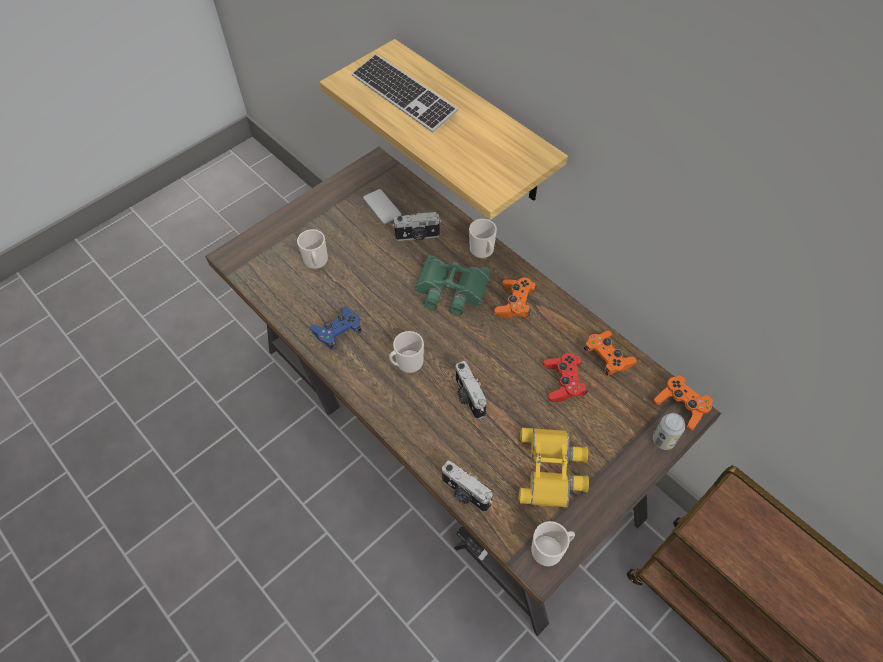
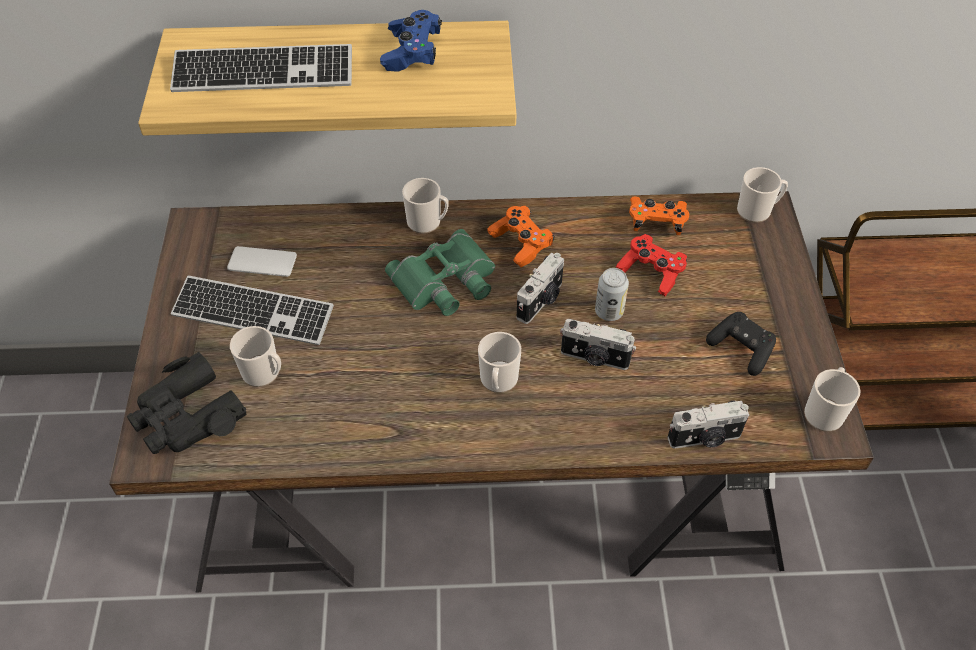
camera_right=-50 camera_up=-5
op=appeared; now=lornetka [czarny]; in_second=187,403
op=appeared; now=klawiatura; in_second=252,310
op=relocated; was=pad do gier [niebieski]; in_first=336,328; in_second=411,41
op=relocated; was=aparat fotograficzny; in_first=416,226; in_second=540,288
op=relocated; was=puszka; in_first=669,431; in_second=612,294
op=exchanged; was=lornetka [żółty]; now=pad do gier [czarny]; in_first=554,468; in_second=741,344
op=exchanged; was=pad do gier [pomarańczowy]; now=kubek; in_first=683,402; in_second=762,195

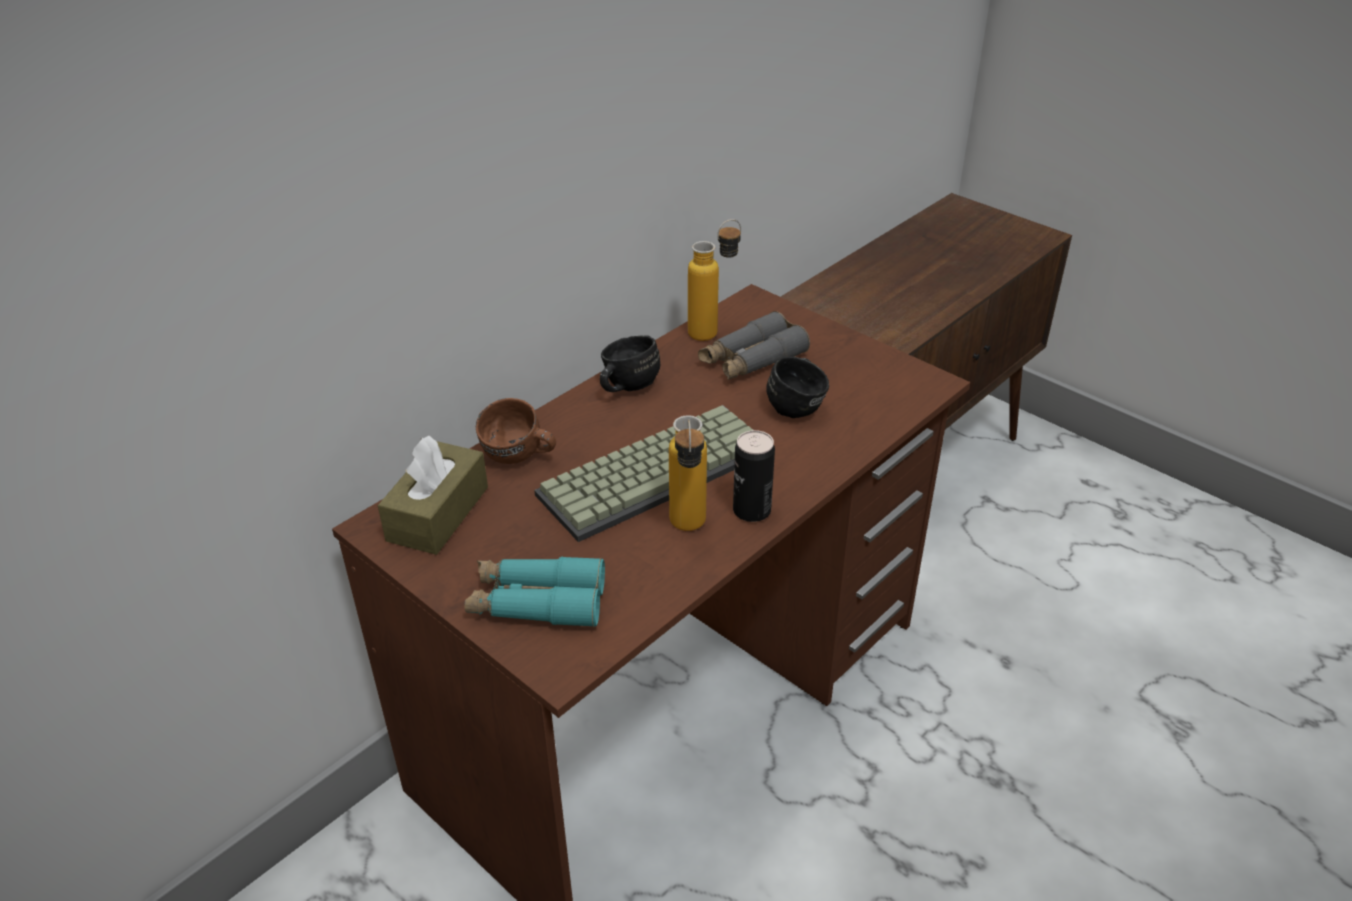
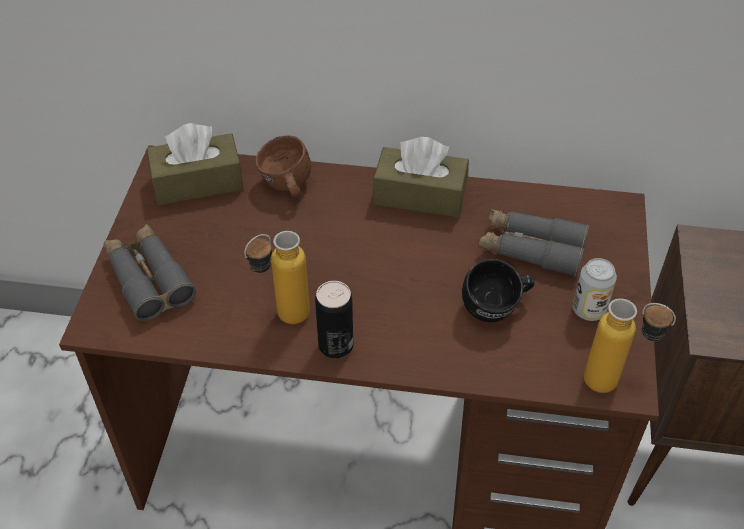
camera_right=55 camera_up=10
op=colour; was=lornetka [turkusowy]; now=lornetka [szary]; in_first=534,592; in_second=150,272
op=exchanged; was=kubek [czarny]; now=pudełko chusteczek [brązowy]; in_first=630,363; in_second=421,177
op=appeared; now=puszka; in_second=595,289
op=relocated; was=butelka; in_first=714,280; in_second=630,345
op=missing; was=klawiatura; in_first=643,473

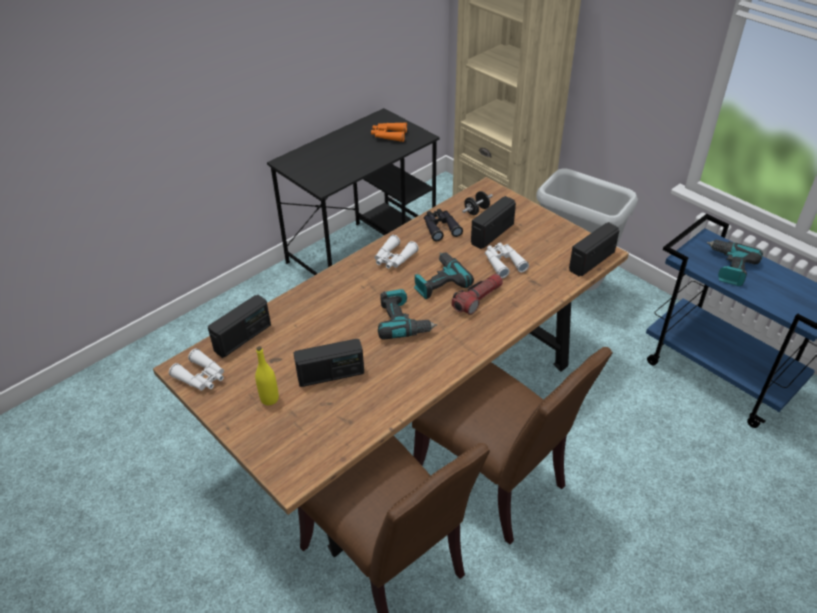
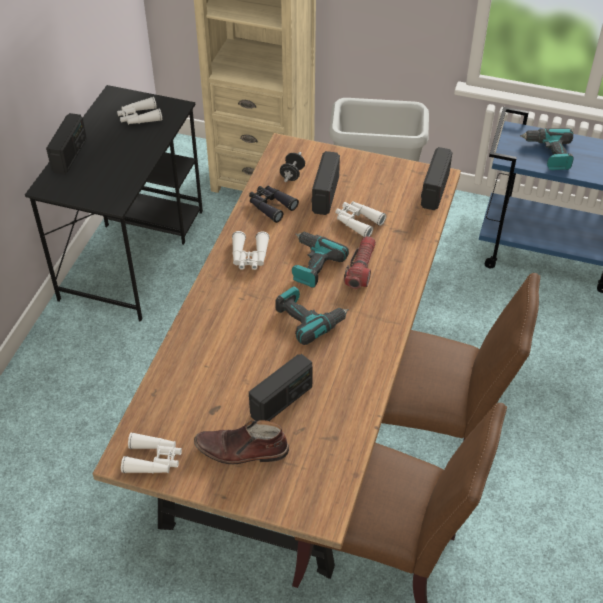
camera_right=-30 camera_up=5
op=relocated; was=radio; in_first=239,326; in_second=66,143
op=colour; was=lornetka [pomarańczowy]; now=lornetka [biały]; in_first=389,132; in_second=139,111
op=exchanged; was=butelka [żółty]; now=but z cholewką [brązowy]; in_first=267,375; in_second=241,442

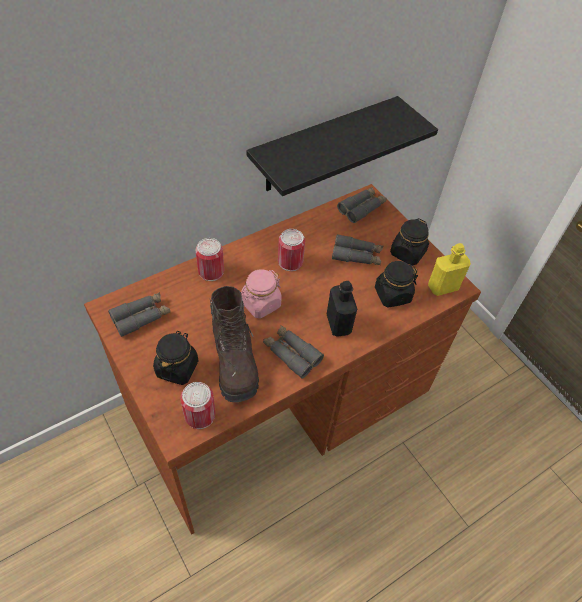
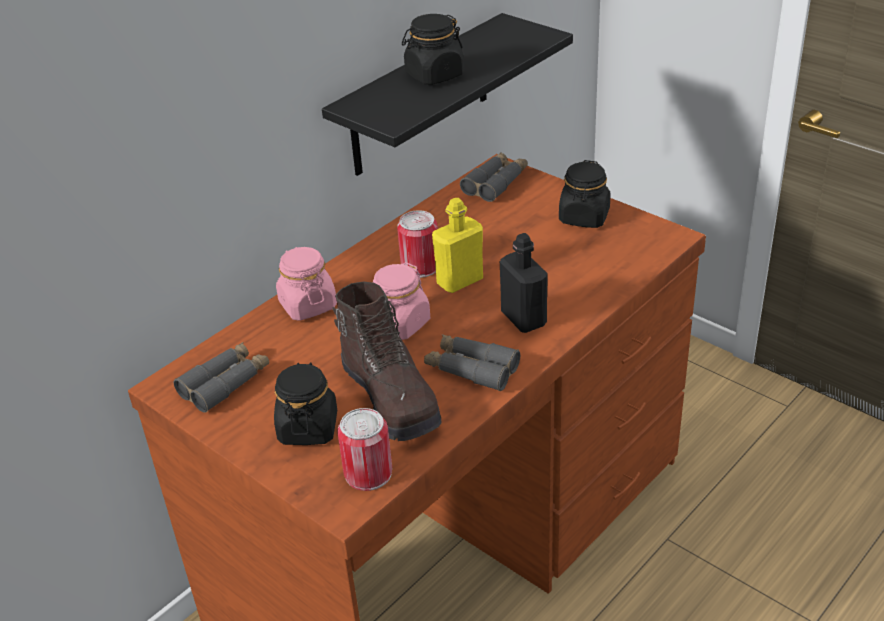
camera_right=-10 camera_up=-15
op=exchanged; was=puszka; now=słoik [różowy]; in_first=210,259; in_second=306,284
op=relocated; was=słoik [czarny]; in_first=396,284; in_second=433,49
op=relocated; was=butelka [żółty]; in_first=449,269; in_second=457,245
op=missing; was=lornetka [szary]; in_first=357,249

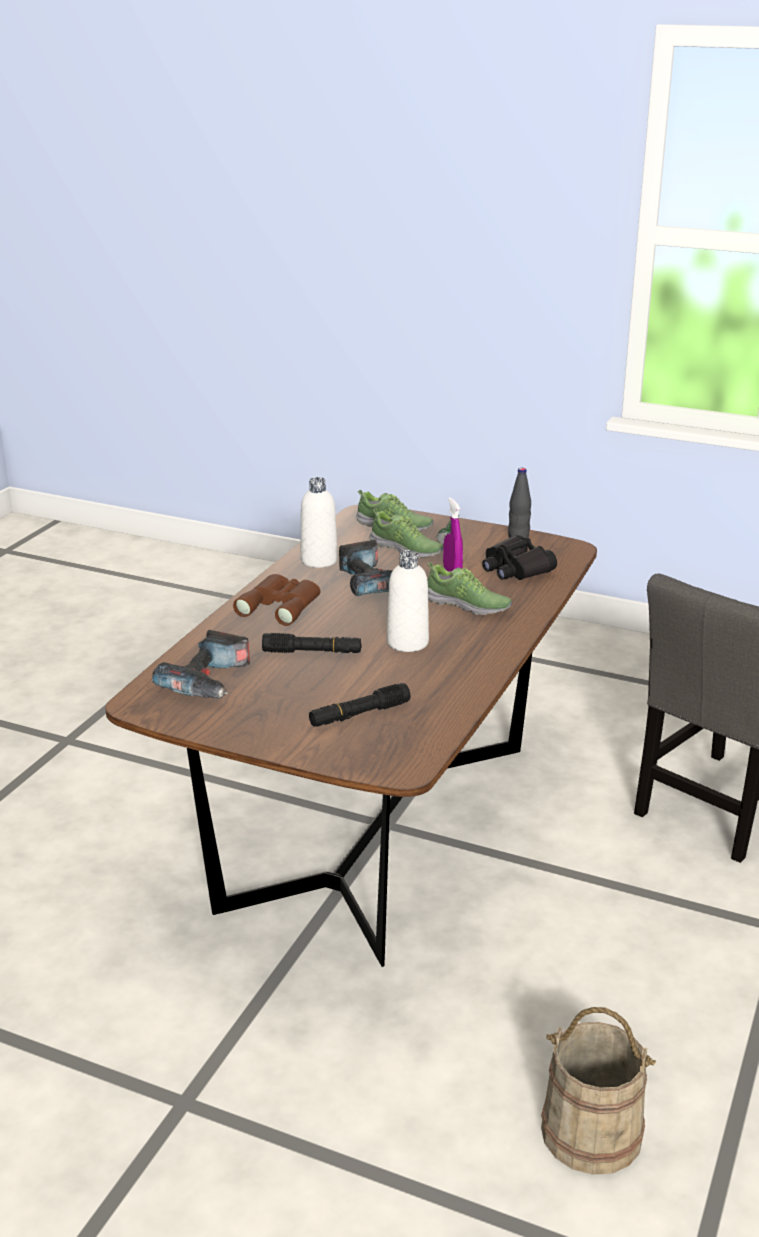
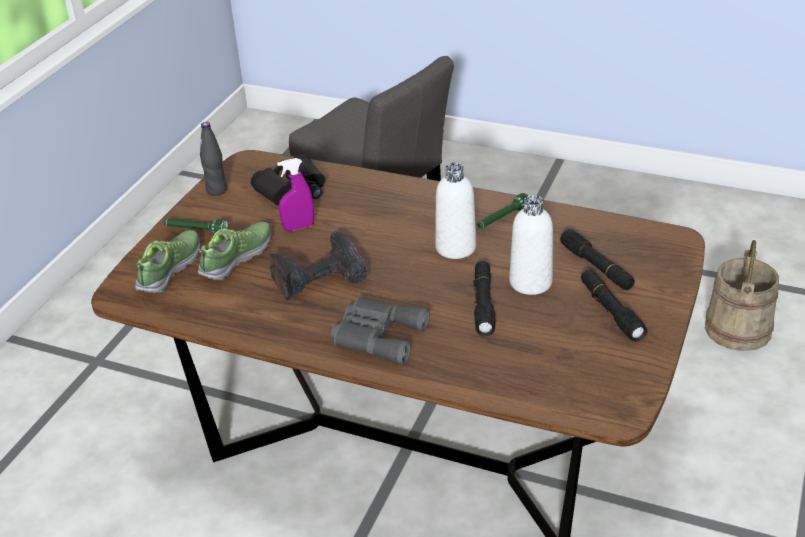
camera_right=-90 camera_up=10
op=colour; was=lornetka [brązowy]; now=lornetka [szary]; in_first=276,600; in_second=380,331
op=appeared; now=latarka [zielony]; in_second=502,210
op=relocated; was=butelka [biały]; in_first=319,522; in_second=531,245
op=appeared; now=latarka [czarny]; in_second=614,305
op=missing; was=wiertarka; in_first=201,664
op=missing; was=but; in_first=469,588

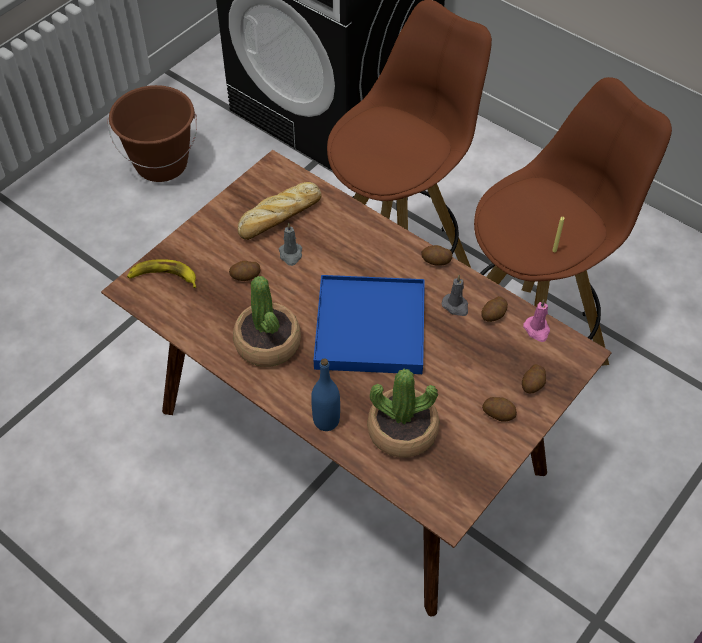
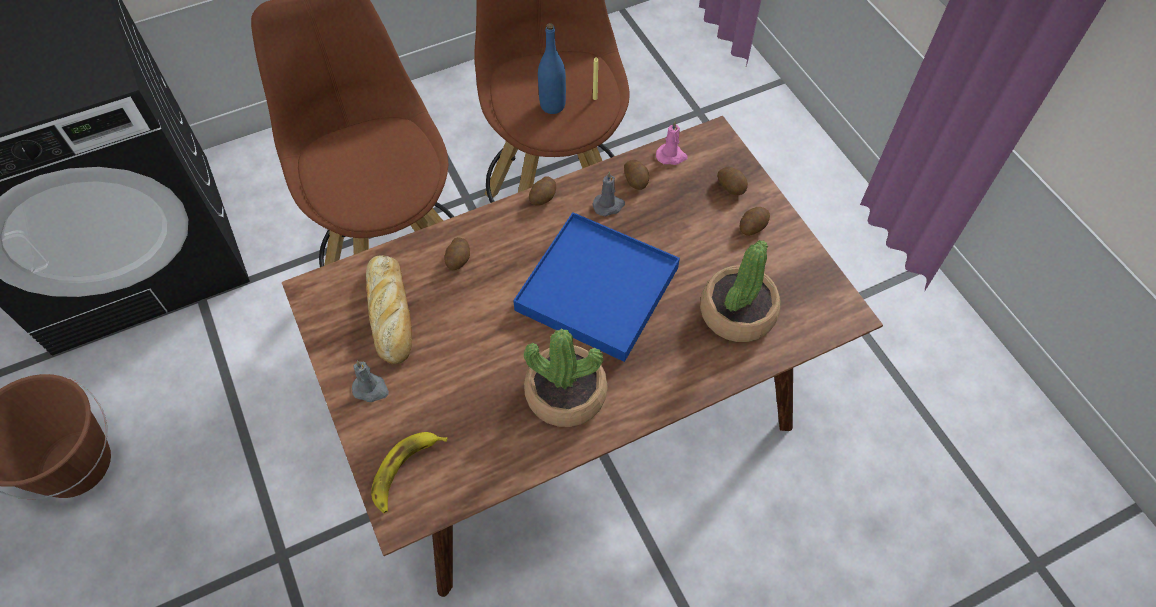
camera_right=-65 camera_up=5
op=relocated; was=świeca [szary]; in_first=290,244; in_second=370,381
op=relocated; was=ziemniak; in_first=245,271; in_second=457,253
op=relocated; was=butelka [niebieski]; in_first=325,394; in_second=552,68

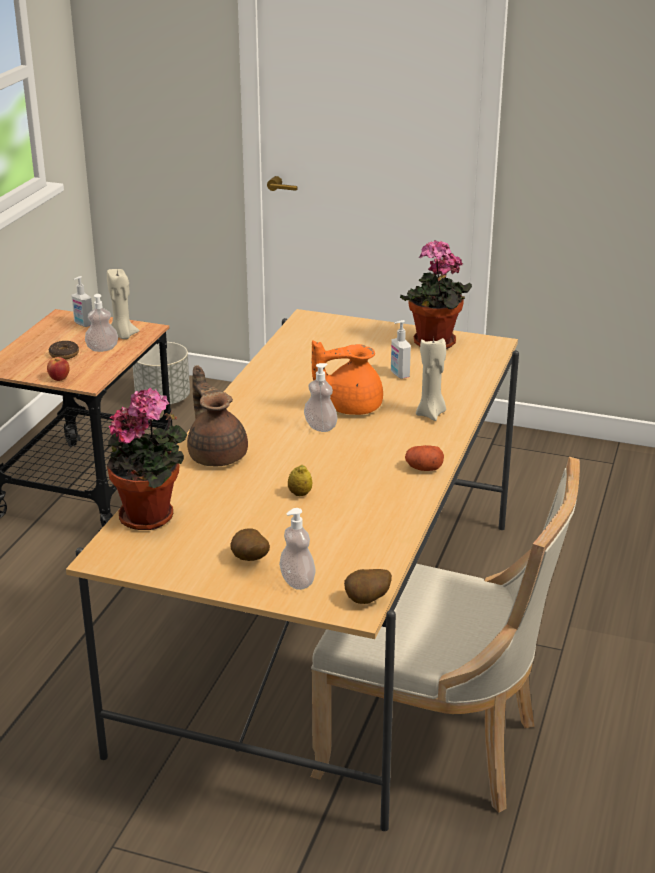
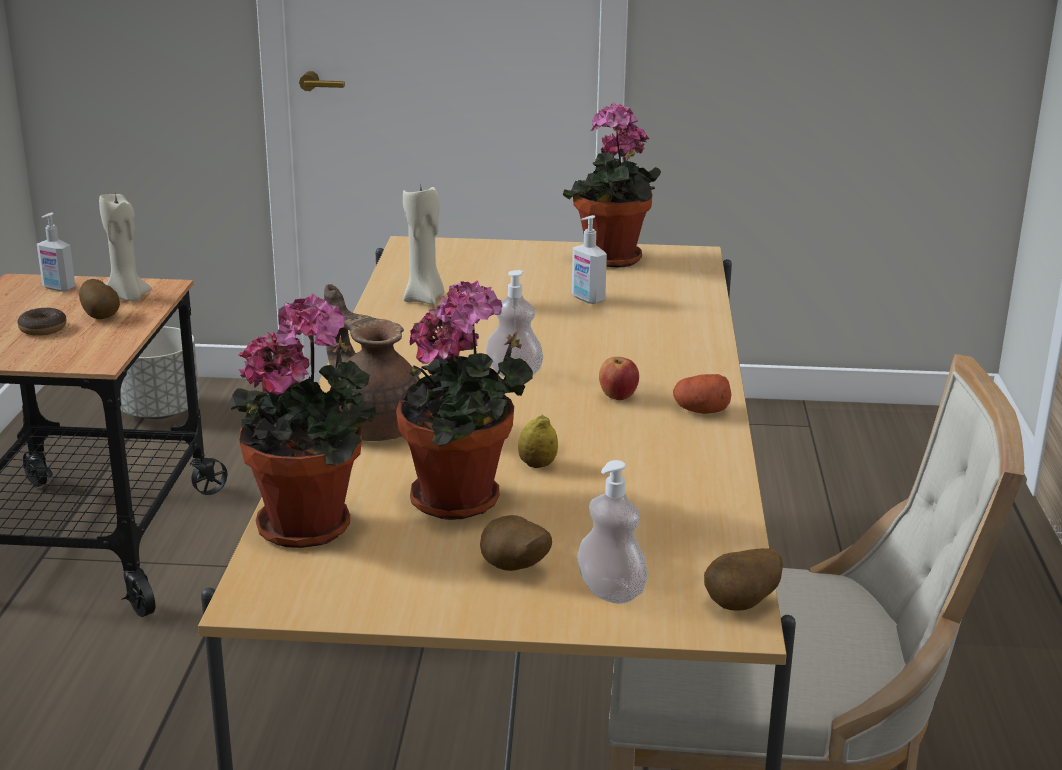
camera_right=-15 camera_up=-5
op=exchanged; was=dozownik mydła; now=ziemniak; in_first=101,323; in_second=99,299
op=appeared; now=roślina doniczkowa; in_second=464,400
op=relocated; was=świeca [beżowy]; in_first=431,379; in_second=424,245
op=relocated; was=jabłko; in_first=58,369; in_second=619,378
op=missing; was=imbryk [pomarańczowy]; in_first=347,377

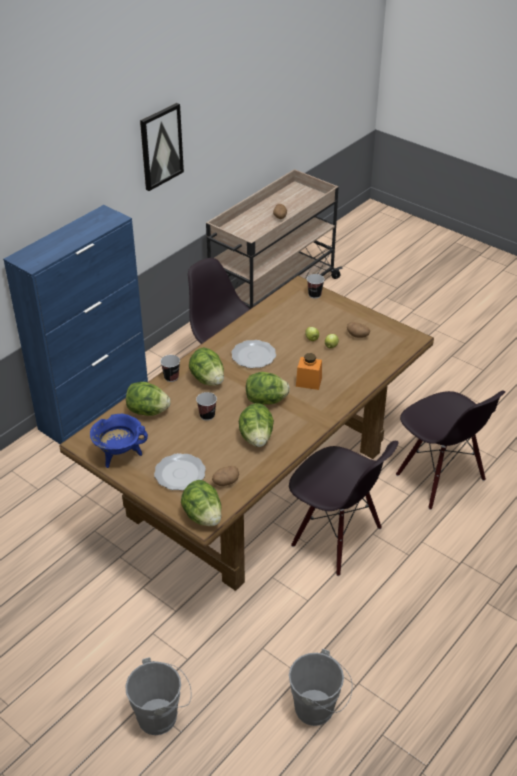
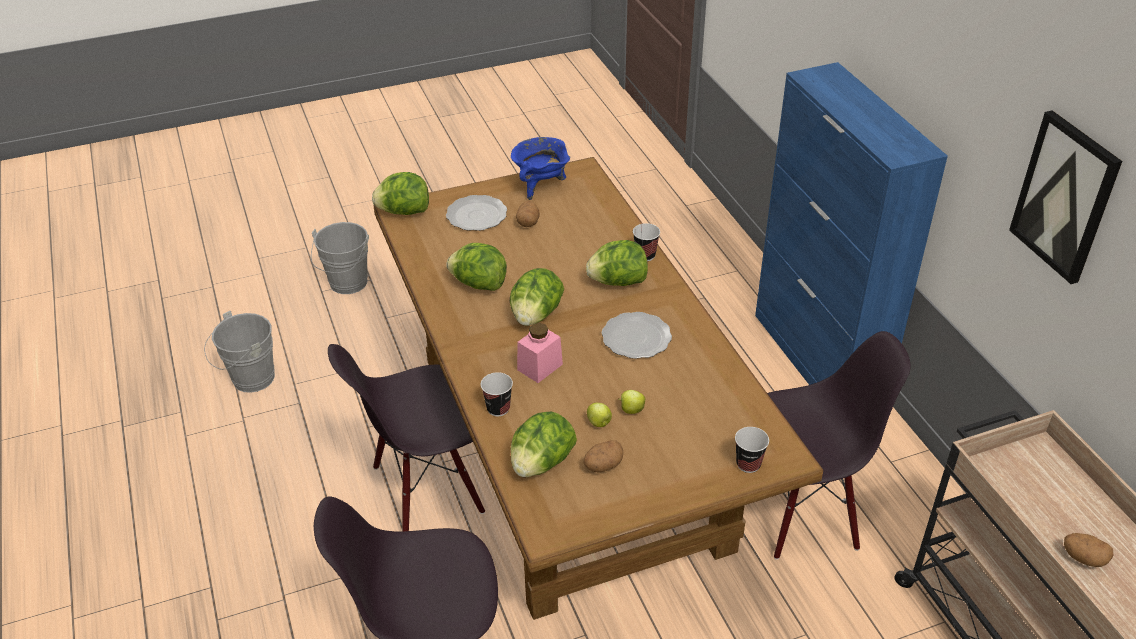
camera_right=120 camera_up=0
op=relocated; was=filiżanka; in_first=206,406; in_second=497,394
op=relocated; was=sałata; in_first=148,399; in_second=544,444
op=relocated; was=ziemniak; in_first=225,476; in_second=528,214
op=colour; was=słoik [pomarańczowy]; now=słoik [różowy]; in_first=309,371; in_second=540,353

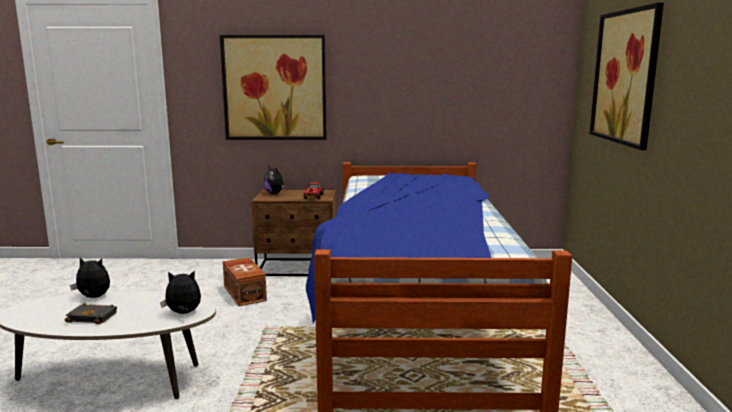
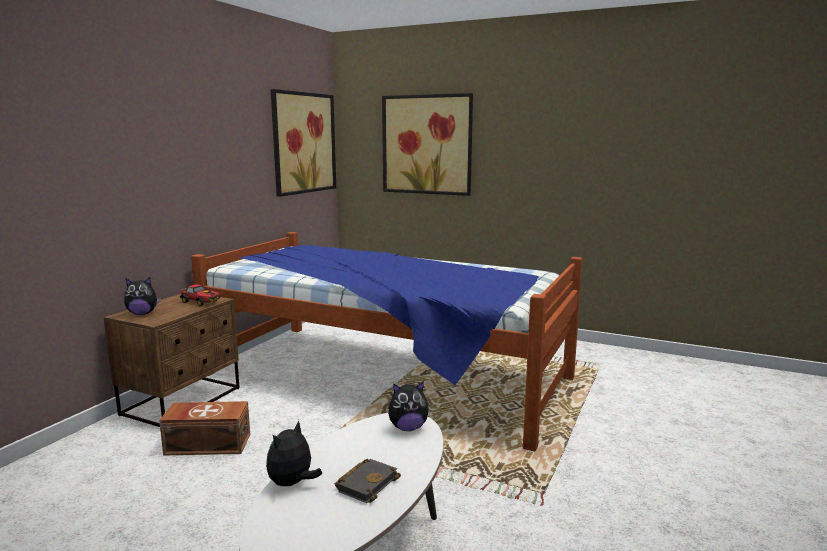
camera_right=-65 camera_up=0
op=relocated; was=obraz; in_first=273,87; in_second=303,143
op=spun; was=pluszak; in_first=180,292; in_second=408,406; clockwise=-120

